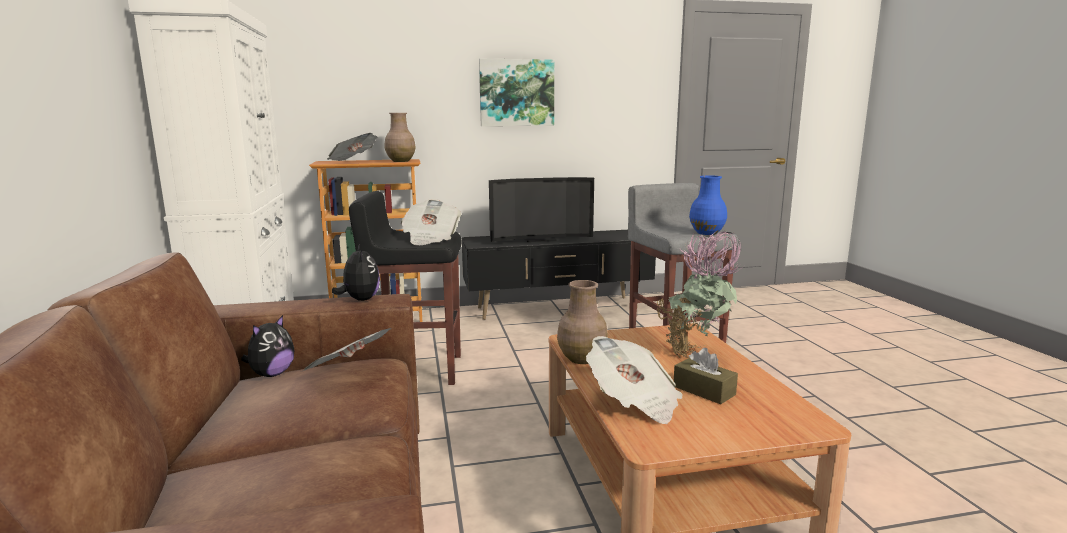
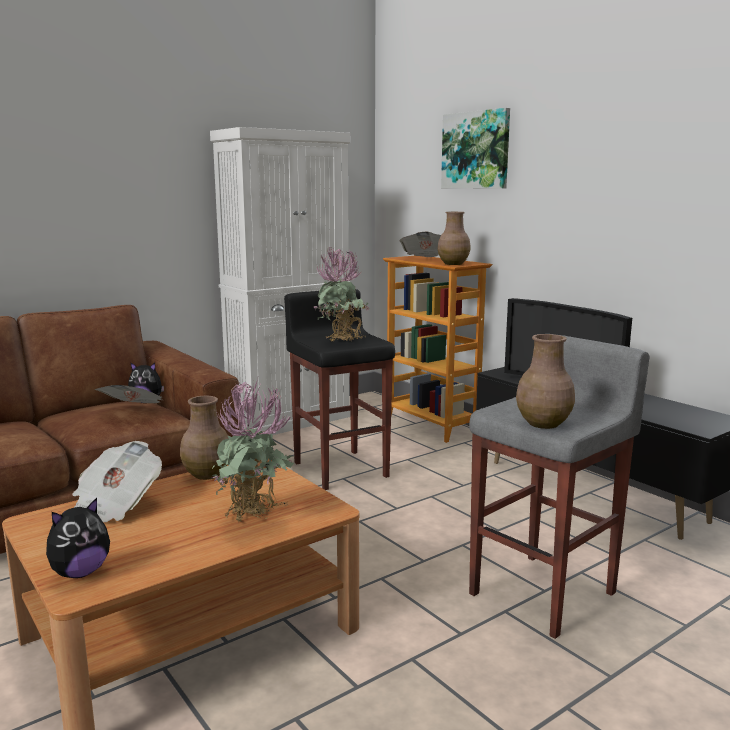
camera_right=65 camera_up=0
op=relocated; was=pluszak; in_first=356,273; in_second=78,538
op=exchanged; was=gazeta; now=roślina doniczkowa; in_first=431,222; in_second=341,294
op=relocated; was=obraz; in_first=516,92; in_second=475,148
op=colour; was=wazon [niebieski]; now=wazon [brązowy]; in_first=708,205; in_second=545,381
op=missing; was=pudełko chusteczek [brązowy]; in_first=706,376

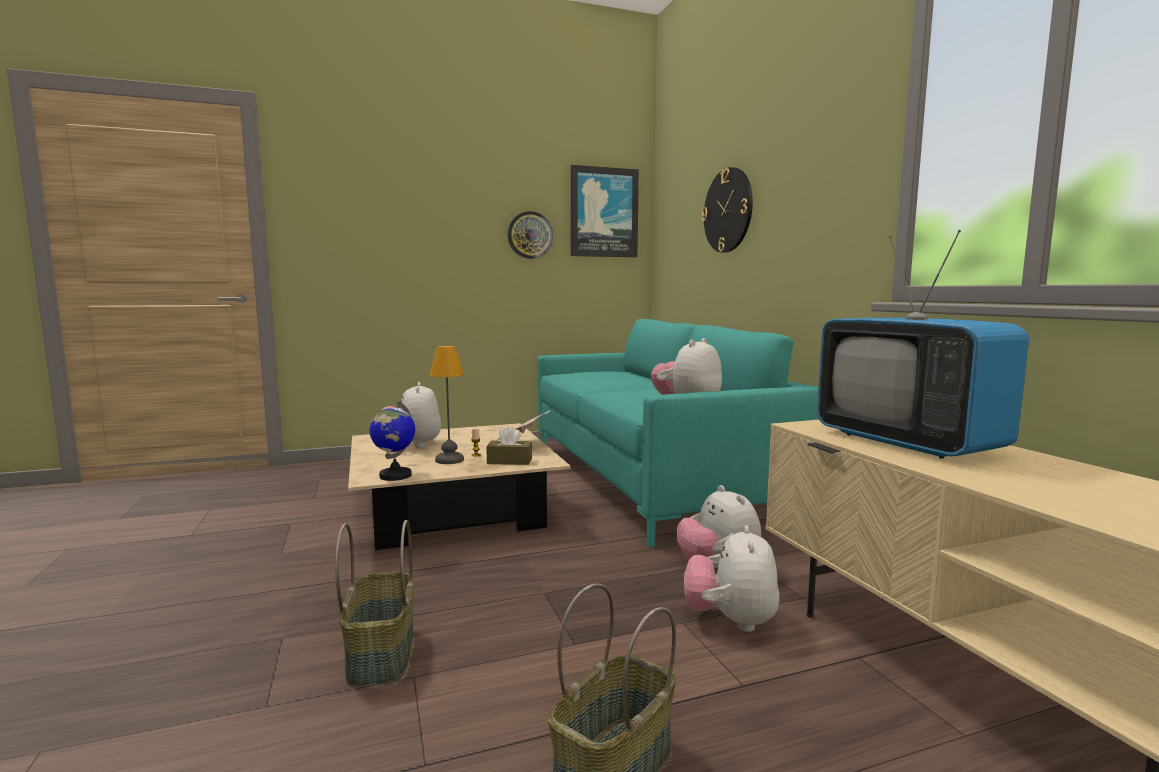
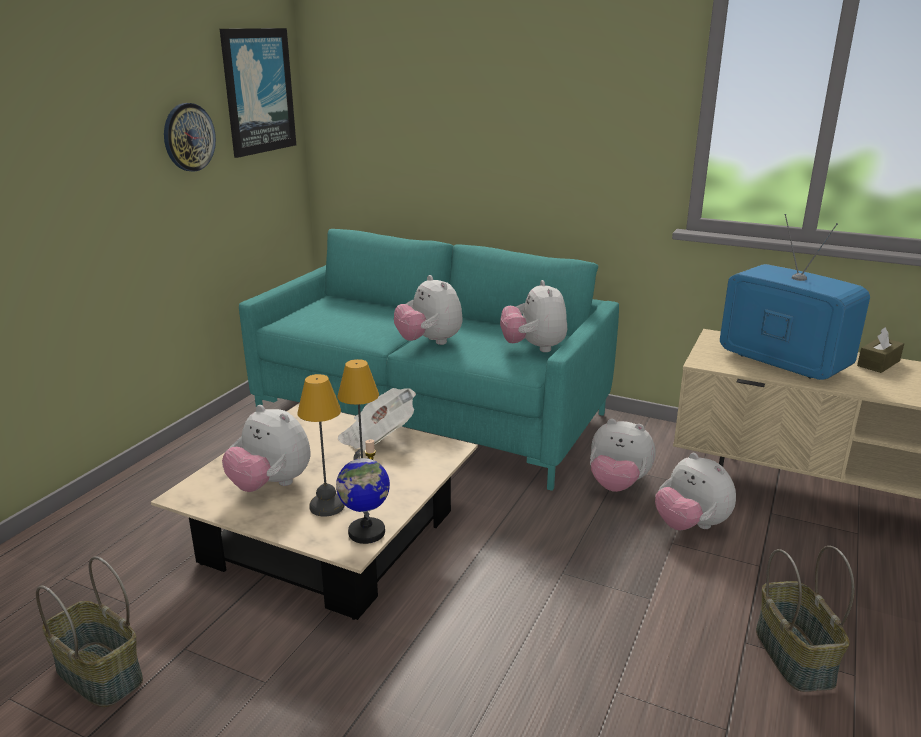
camera_right=-45 camera_up=15
op=relocated; was=koszyk; in_first=374,603; in_second=89,632
op=appeared; now=lampa stołowa; in_second=321,445
op=appeared; now=pluszak; in_second=428,310
op=spun; was=telewizor; in_first=923,344; in_second=795,297; clockwise=-150
op=relocated; was=pudełko chusteczek [brązowy]; in_first=509,445; in_second=880,350
op=missing; was=zegar ścienny; in_first=727,210

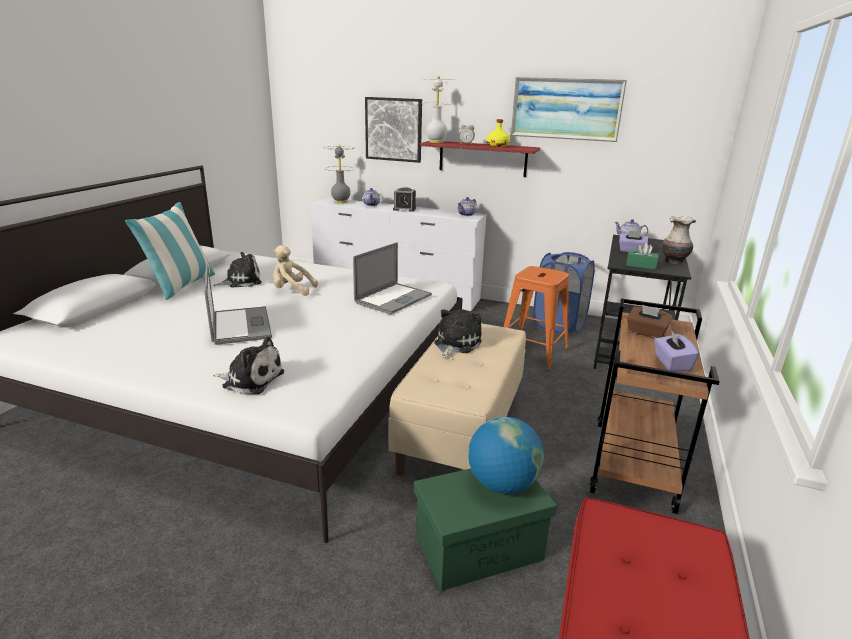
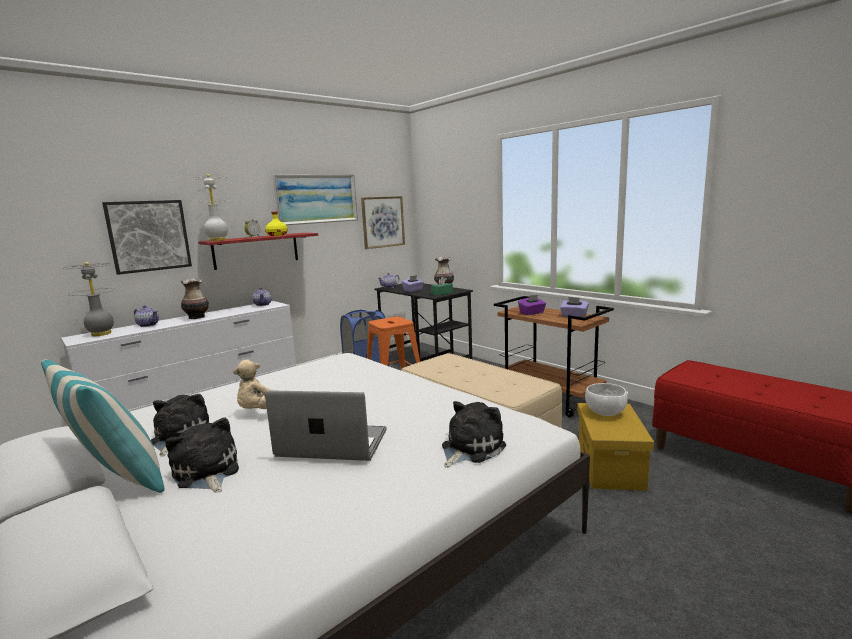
camera_right=-60 camera_up=-10
op=relocated; was=pluszak; in_first=458,333; in_second=202,455
op=exchanged; was=budzik; now=wazon; in_first=404,199; in_second=195,298
op=appeared; now=obraz; in_second=383,222
op=colour; was=pudełko chusteczek [brązowy]; now=pudełko chusteczek [fioletowy]; in_first=650,321; in_second=532,305
op=colour; was=pojemnik do przechowywania [zielony]; now=pojemnik do przechowywania [żółty]; in_first=485,530; in_second=615,447
op=exchanged; was=globus; now=miska [biały]; in_first=506,455; in_second=606,399
op=missing; was=laptop; in_first=392,278

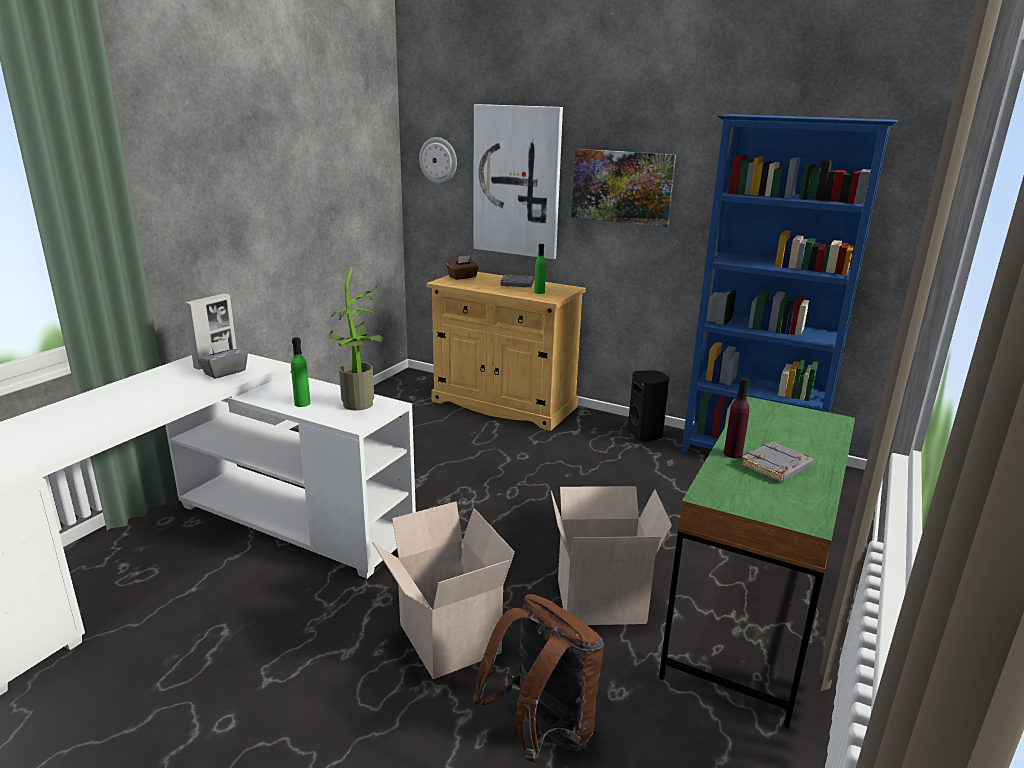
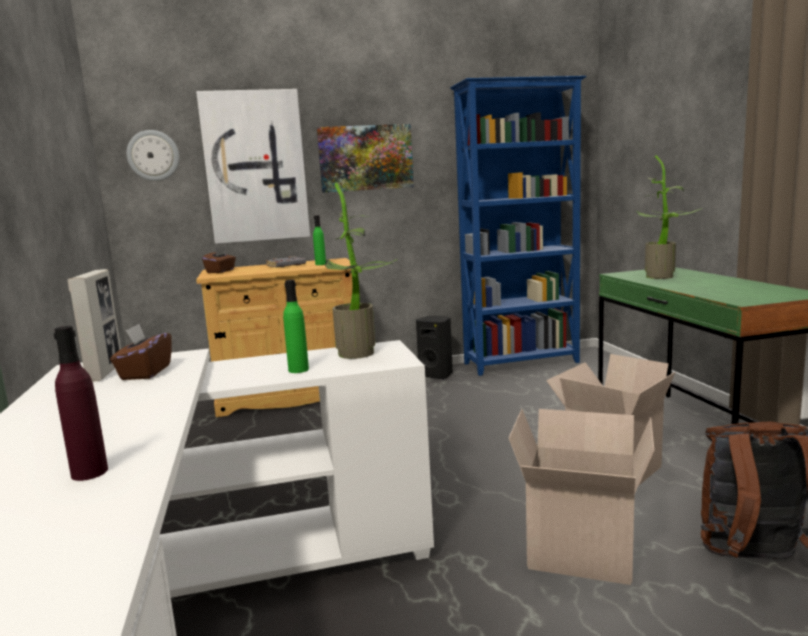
camera_right=-40 camera_up=-10
op=relocated; was=butelka [fioletowy]; in_first=737,418; in_second=81,403
op=colour; was=pudełko chusteczek [szary]; now=pudełko chusteczek [brązowy]; in_first=223,359; in_second=141,352
op=appeared; now=roślina doniczkowa; in_second=668,217
op=missing; was=książka [szary]; in_first=777,461

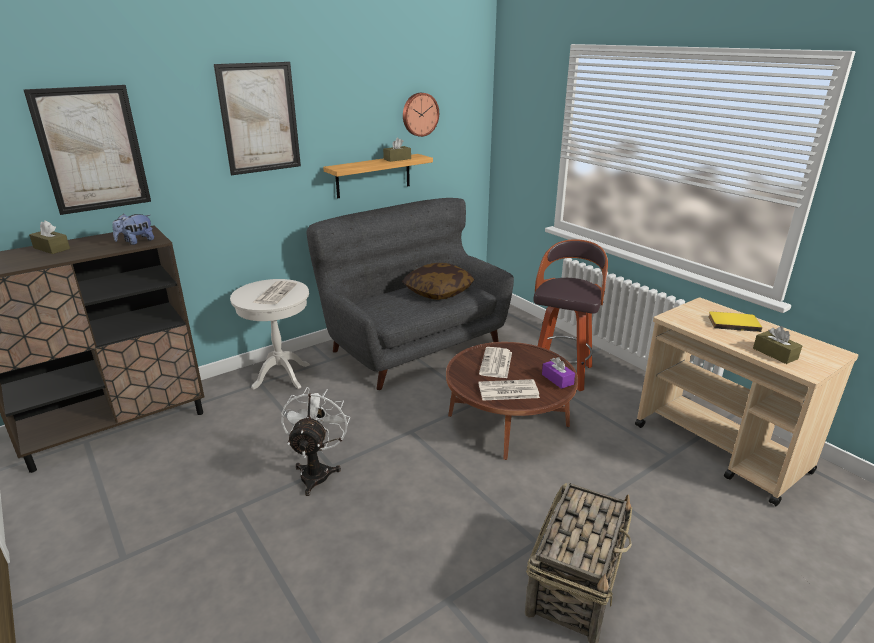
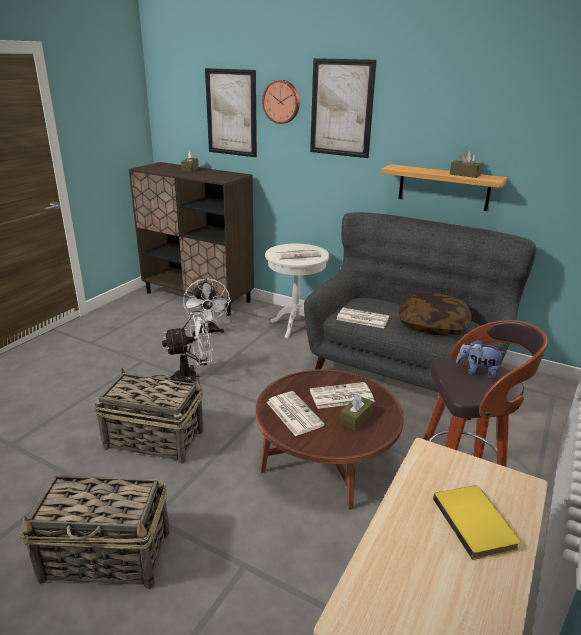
camera_right=65 camera_up=0
op=appeared; now=koszyk; in_second=149,415
op=appeared; now=wentylator [biały]; in_second=207,307
op=relocated; was=zegar ścienny; in_first=421,115; in_second=281,102
op=appeared; now=gazeta; in_second=362,317
op=relocated; was=pudełko chusteczek [brązowy]; in_first=777,345; in_second=357,412
op=relocated; was=pluszak; in_first=133,229; in_second=481,359
op=missing; was=pudełko chusteczek [fioletowy]; in_first=558,373

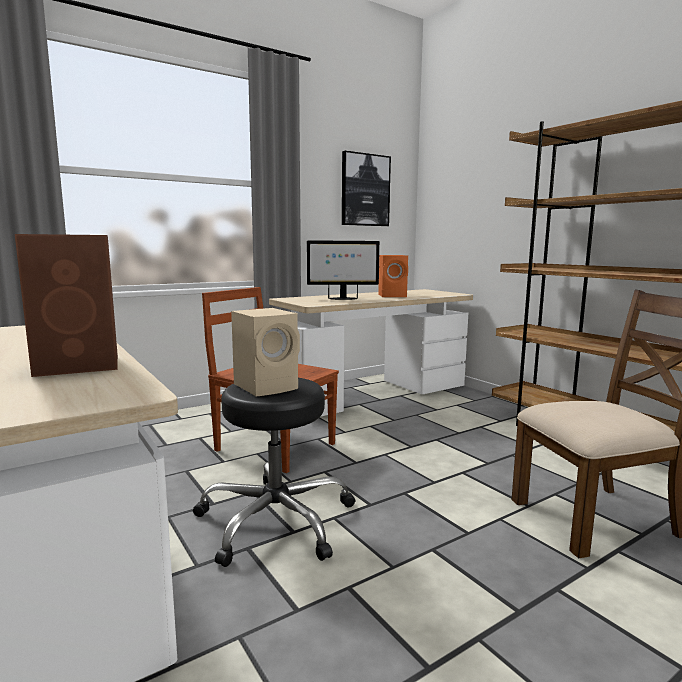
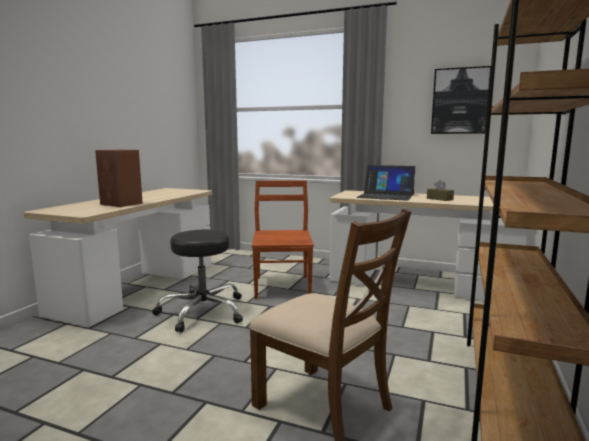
camera_right=55 camera_up=0
op=exchanged; was=monitor; now=laptop; in_first=343,270; in_second=386,183
op=exchanged; was=głośnik [pomarańczowy]; now=pudełko chusteczek [brązowy]; in_first=393,276; in_second=440,190
op=missing; was=głośnik [beżowy]; in_first=265,352

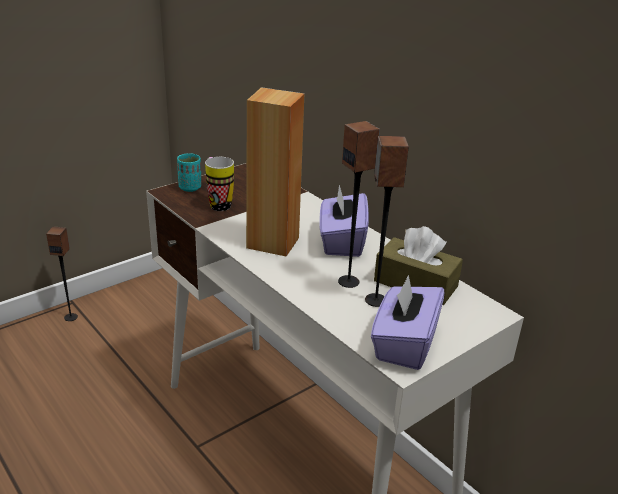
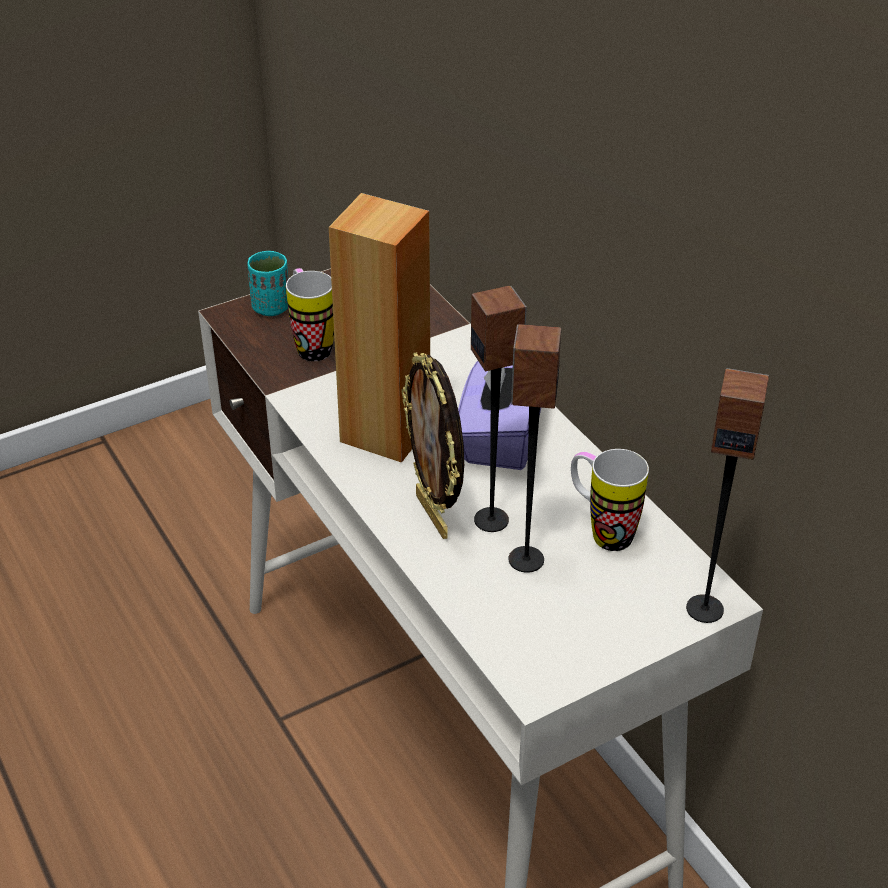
camera_right=10 camera_up=10
op=appeared; now=ramka na zdjęcie; in_second=433,445
op=exchanged; was=pudełko chusteczek [brązowy]; now=kubek; in_first=418,265; in_second=610,500
op=relocated; was=głośnik; in_first=62,273; in_second=727,495
op=missing; was=pudełko chusteczek [fioletowy]; in_first=407,322

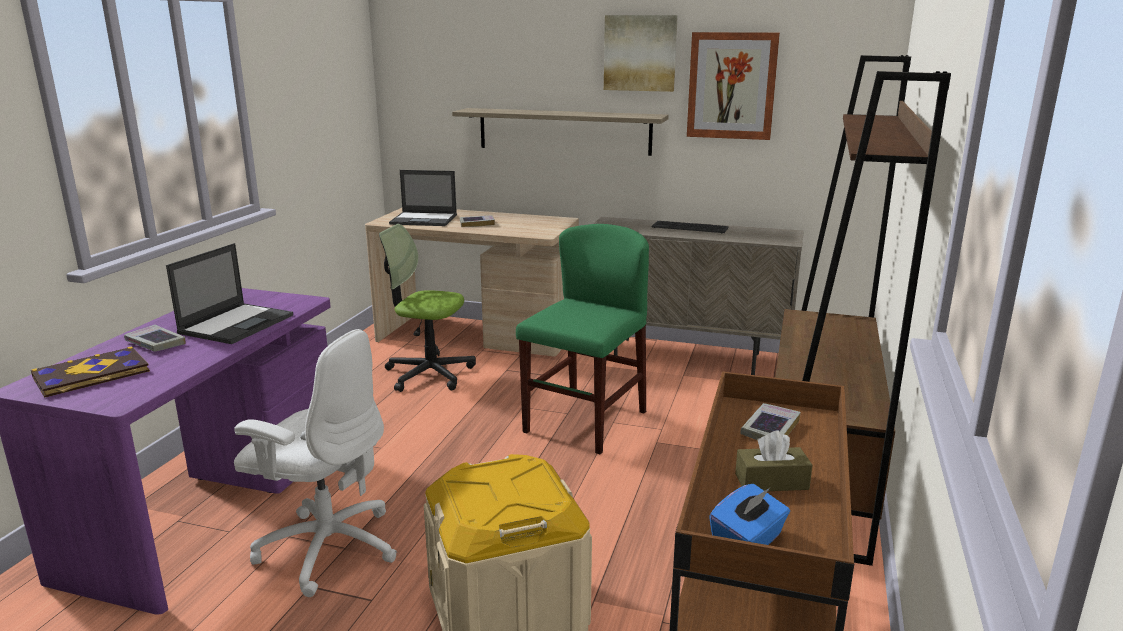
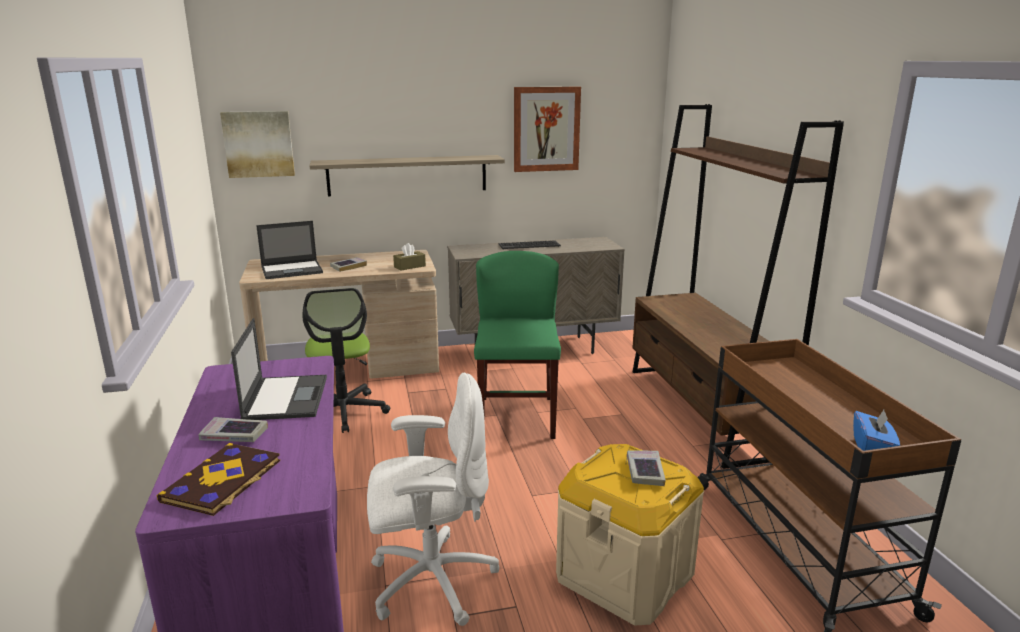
camera_right=-30 camera_up=0
op=relocated; was=obraz; in_first=641,53; in_second=257,144
op=spun; was=krzesło biurowe; in_first=427,308; in_second=346,360; clockwise=-90
op=relocated; was=pudełko chusteczek [brązowy]; in_first=773,461; in_second=409,257
op=relocated; was=książka; in_first=770,421; in_second=646,468

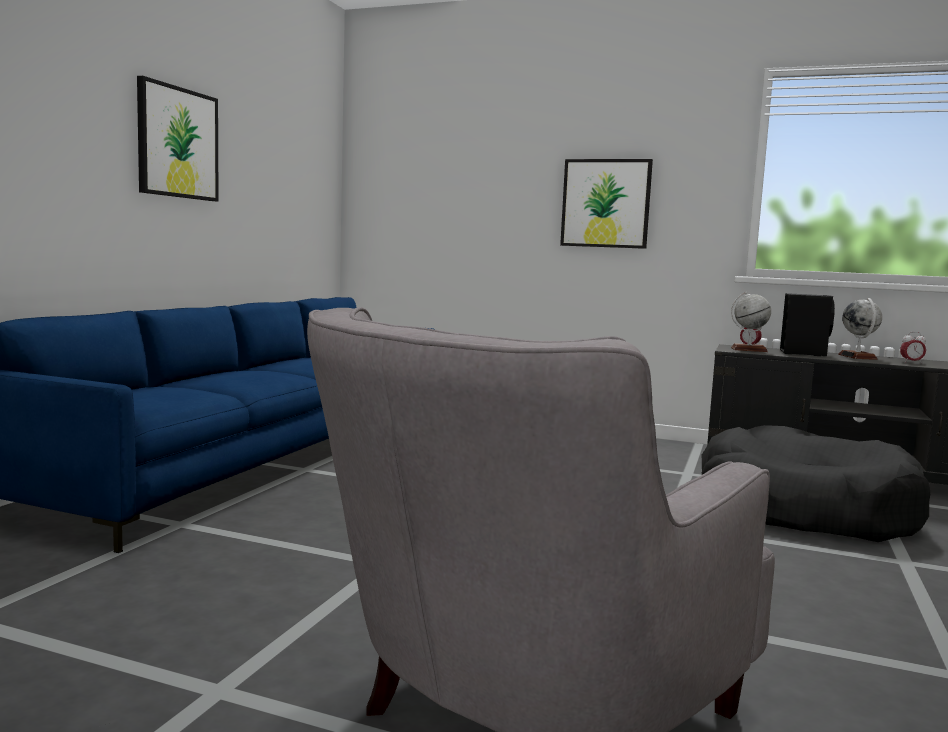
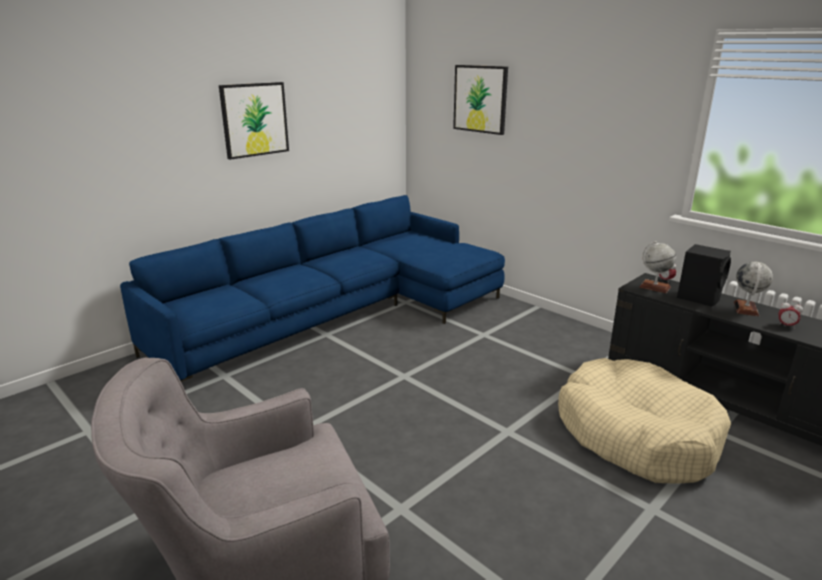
camera_right=25 camera_up=15
op=relocated; was=obraz; in_first=606,204; in_second=480,100
op=colour; was=legowisko [czarny]; now=legowisko [beżowy]; in_first=816,483; in_second=644,421

